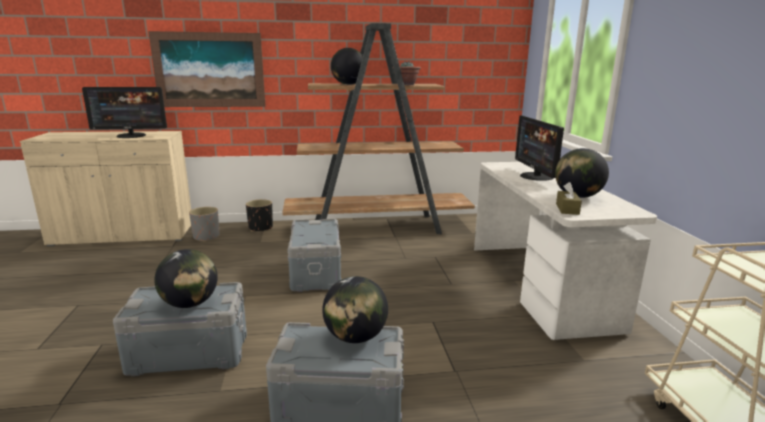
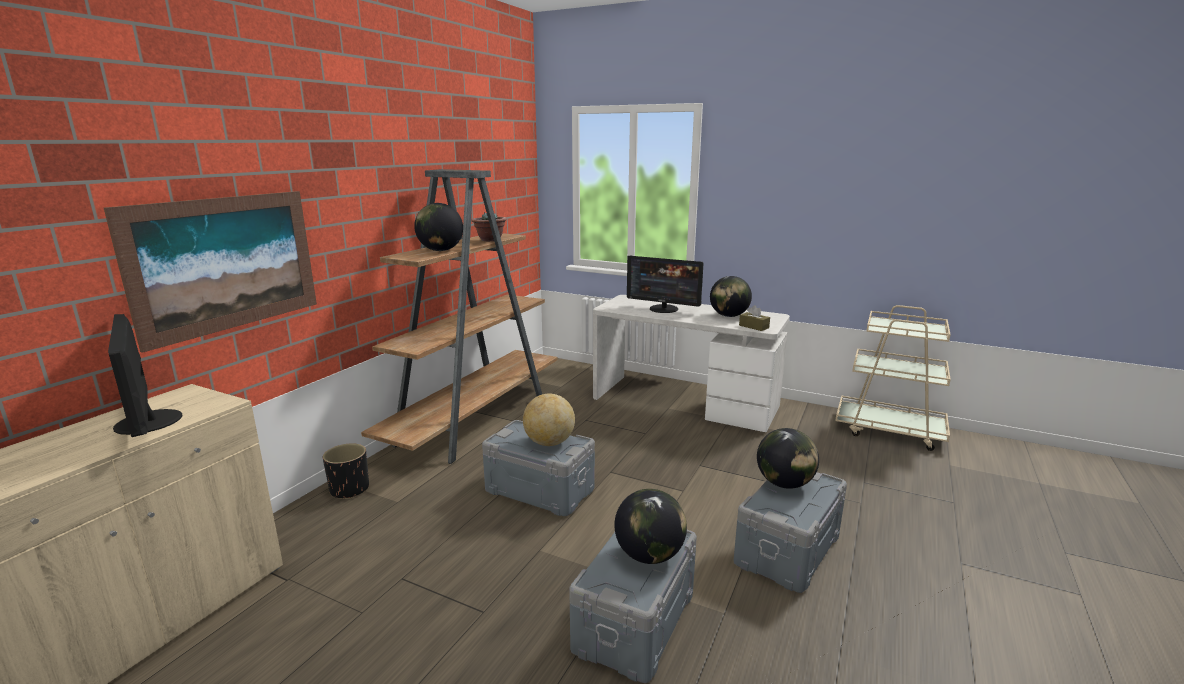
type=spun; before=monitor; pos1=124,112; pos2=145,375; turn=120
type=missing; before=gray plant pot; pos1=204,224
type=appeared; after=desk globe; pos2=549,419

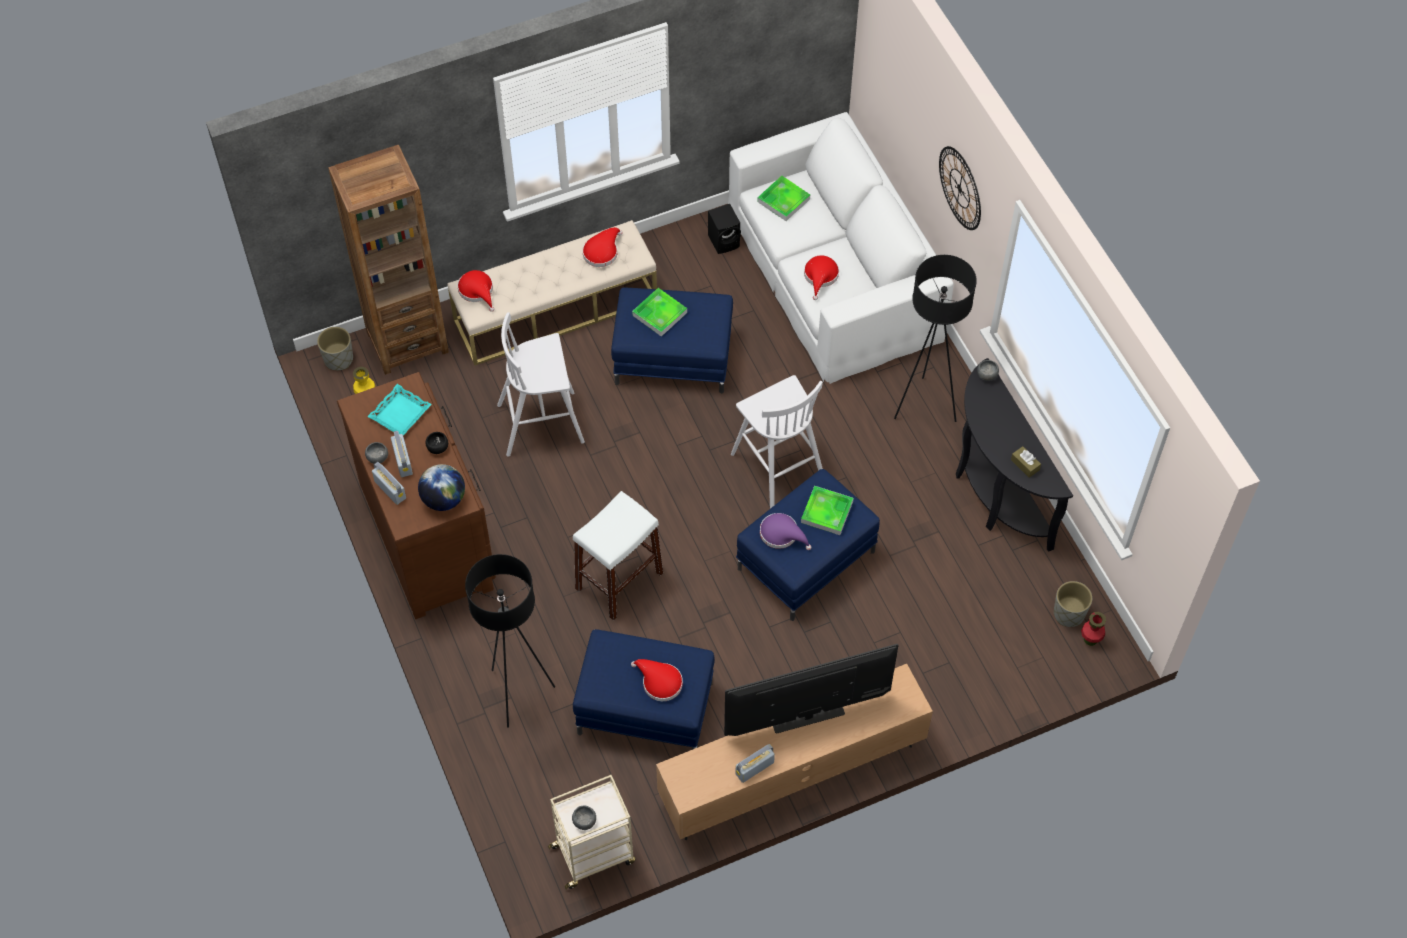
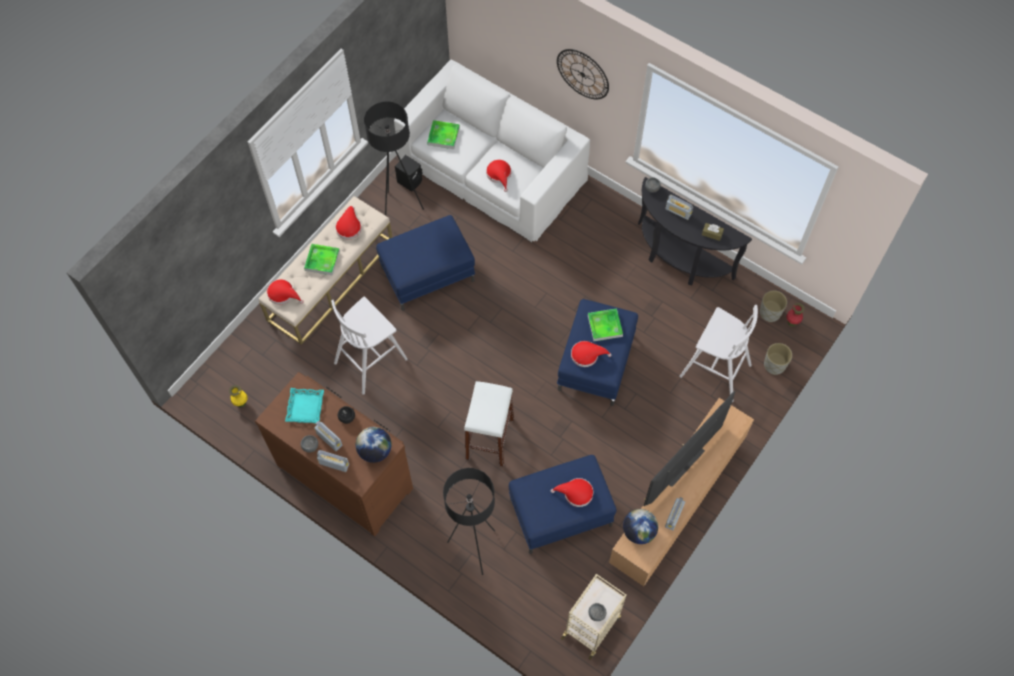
type=relocated; before=gray plant pot; pos1=335,348; pos2=778,359
type=missing; before=brown shelving unit; pos1=388,260
type=relocated; before=carrying tray; pos1=659,312; pos2=322,259
type=relocated; before=white-coloured sitting stool; pos1=777,442; pos2=718,353
type=colour; before=purple hat; after=red-coloured hat; pos1=785,531; pos2=591,354
type=relocated; before=black standard lamp; pos1=935,338; pos2=394,159
type=appeared; after=desk globe; pos2=640,526
type=appeared; after=radio receiver; pos2=679,207

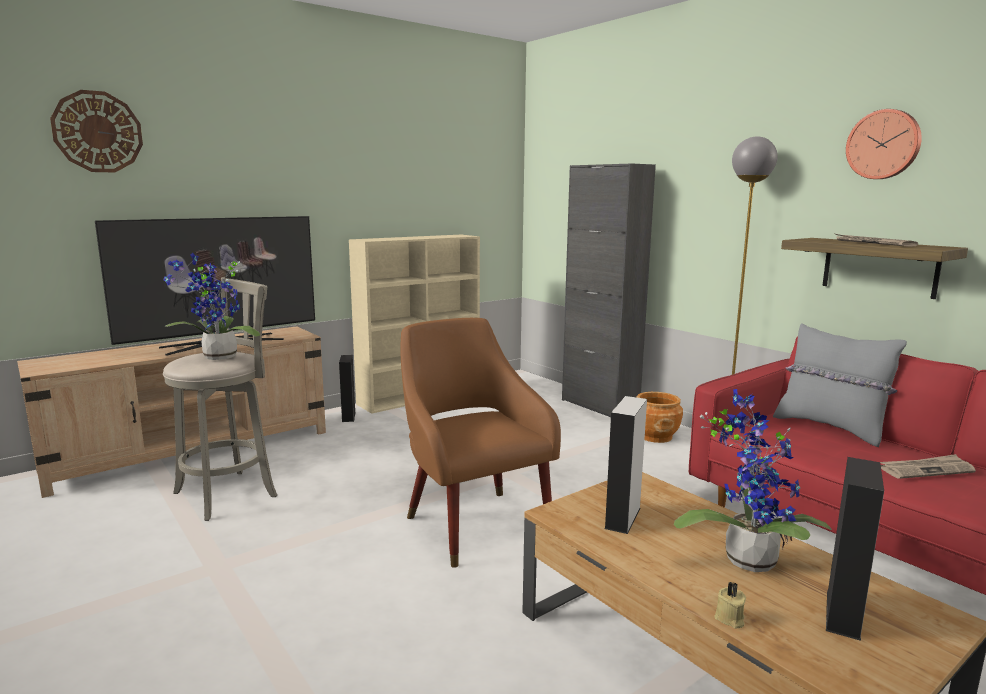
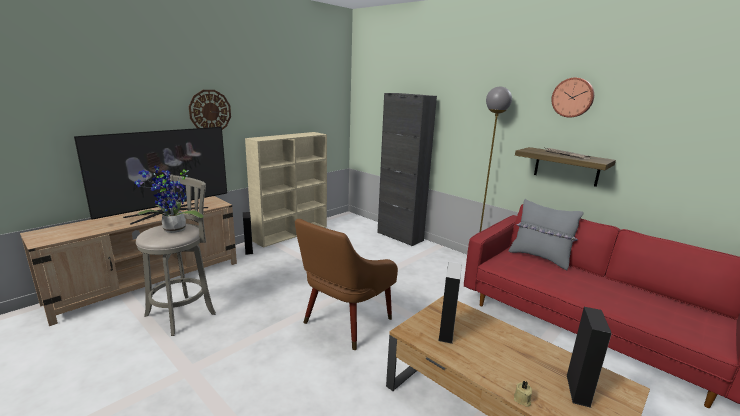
type=relocated; before=hanging clock; pos1=96,131; pos2=210,110
type=spun; before=brown lounge chair; pos1=480,443; pos2=346,284; turn=-105
type=missing; before=brown plant pot; pos1=660,417
type=missing; before=houseplant; pos1=753,480
type=missing; before=newspaper; pos1=928,466

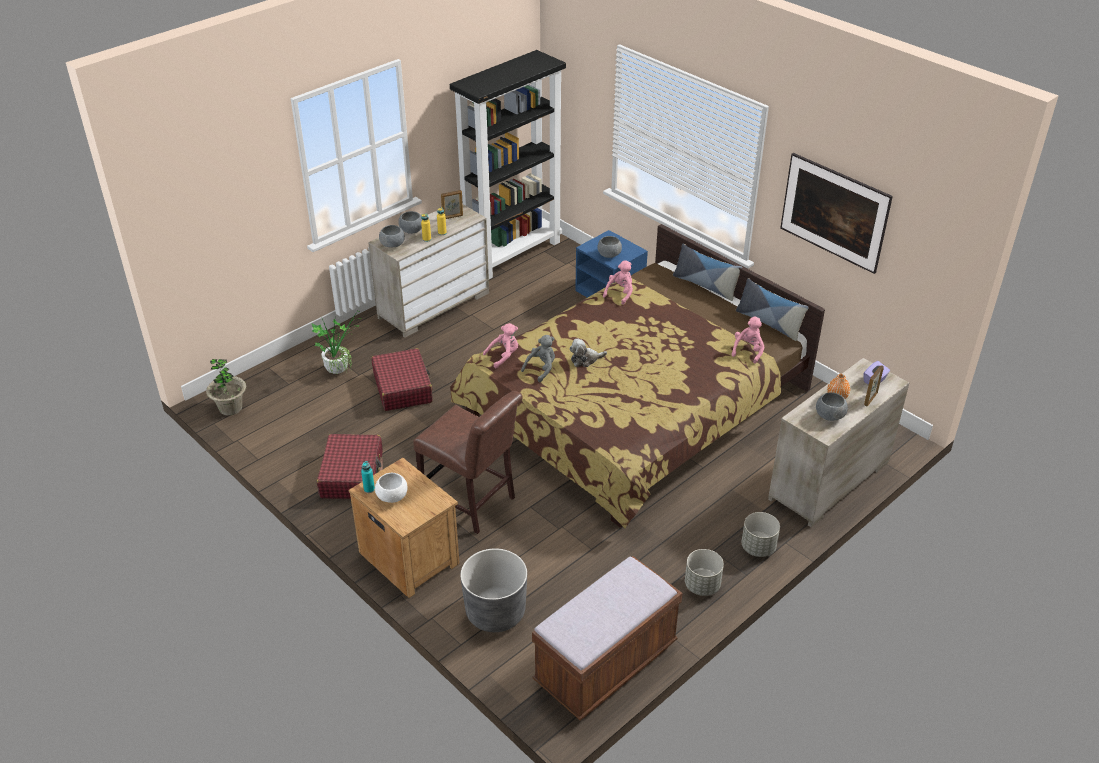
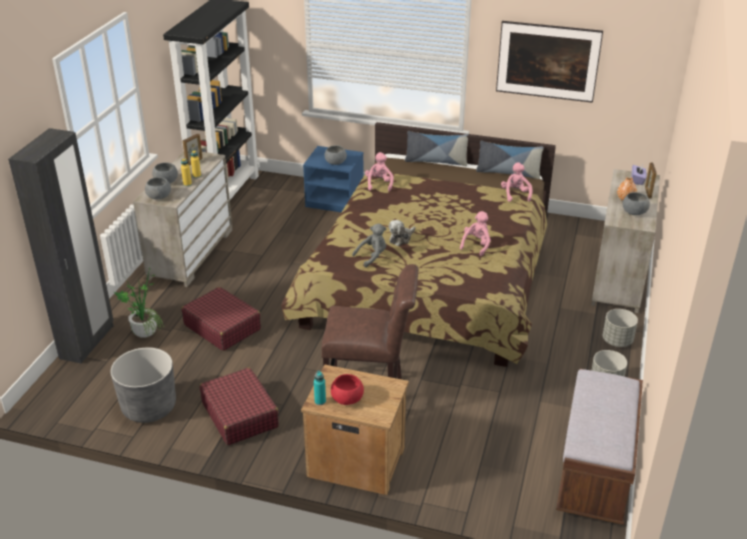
type=missing; before=houseplant; pos1=226,387
type=colour; before=white-coloured deep dish; after=red-coloured deep dish; pos1=391,488; pos2=347,389
type=relocated; before=gray plant pot; pos1=493,590; pos2=143,385
type=relocated; before=pink cuddly toy; pos1=500,345; pos2=475,233
type=spun; before=gray cuddly toy; pos1=538,358; pos2=369,245; turn=45
type=appeared; after=black wardrobe; pos2=61,246

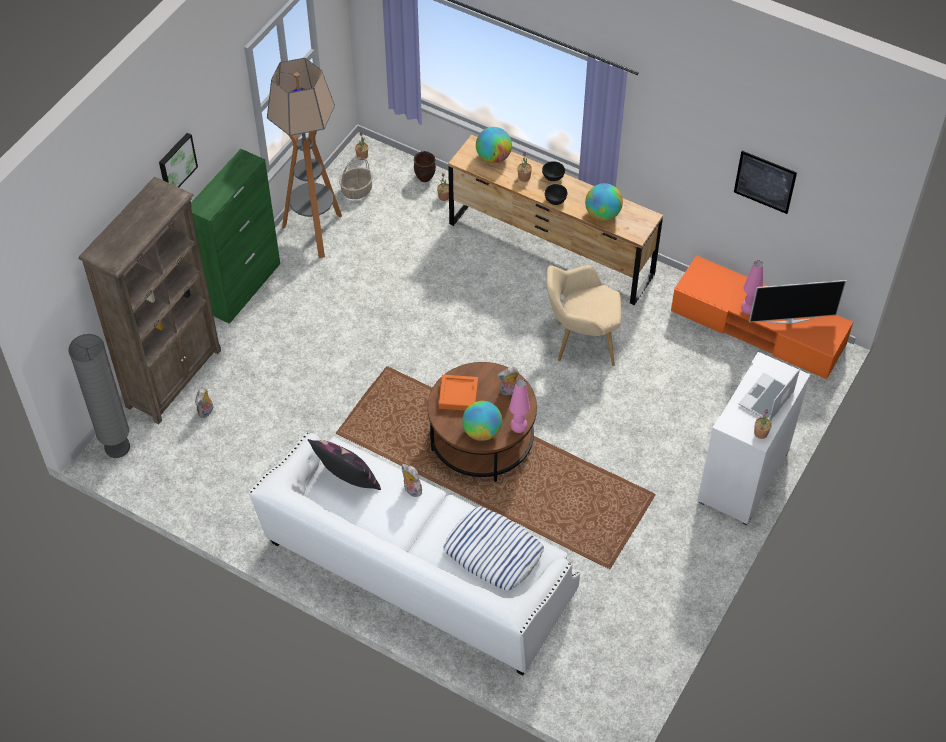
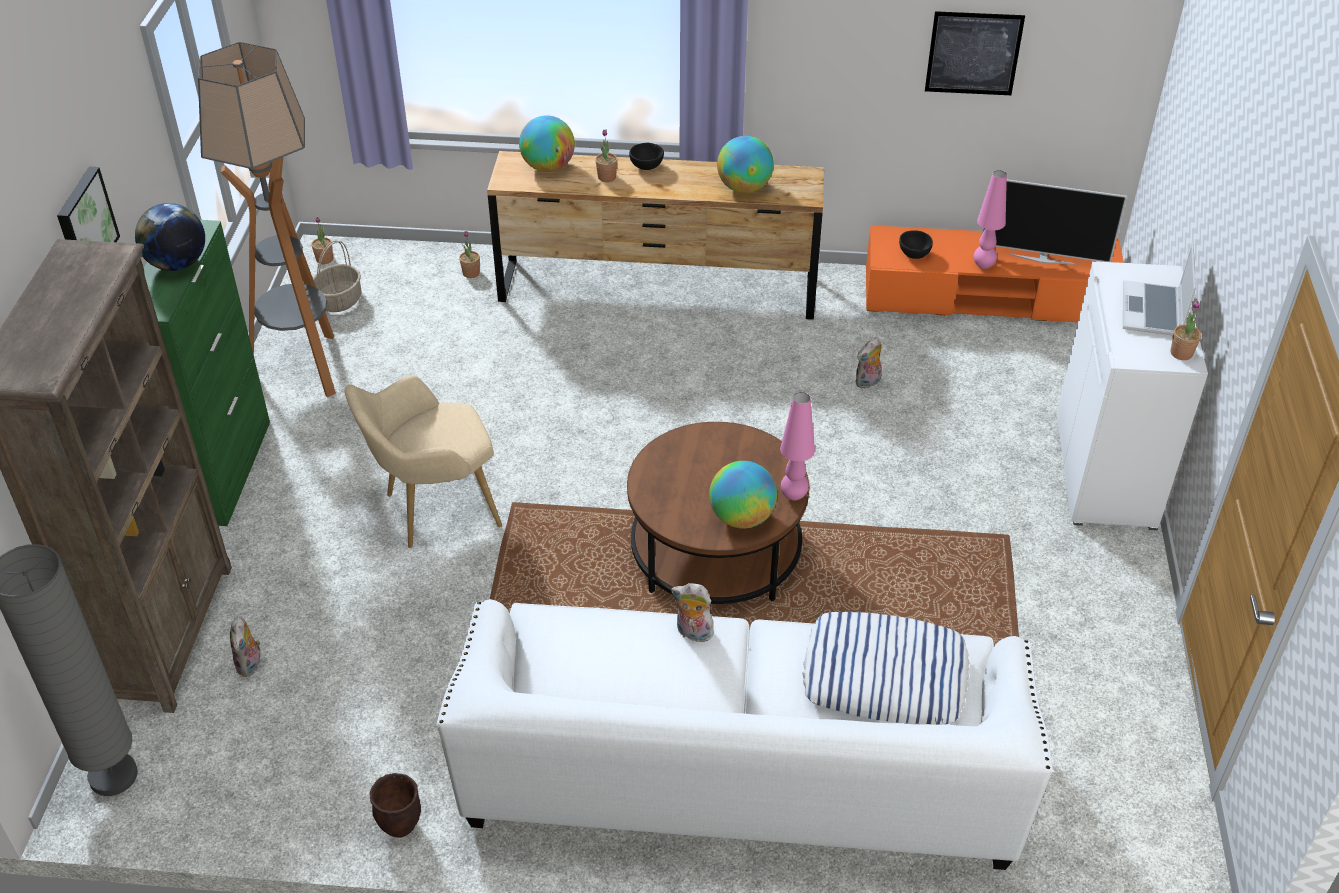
type=missing; before=throw pillow; pos1=344,464
type=relocated; before=brown plant pot; pos1=425,166; pos2=395,805
type=missing; before=orange carrying tray; pos1=458,393
type=relocated; before=cuddly toy; pos1=508,381; pos2=868,362
type=relocated; before=black deep dish; pos1=556,194; pos2=916,244
type=relocated; before=sand-coloured lounge chair; pos1=583,315; pos2=423,461
type=spun; before=television; pos1=798,302; pos2=1054,222; turn=45
type=appeared; after=desk globe; pos2=170,237

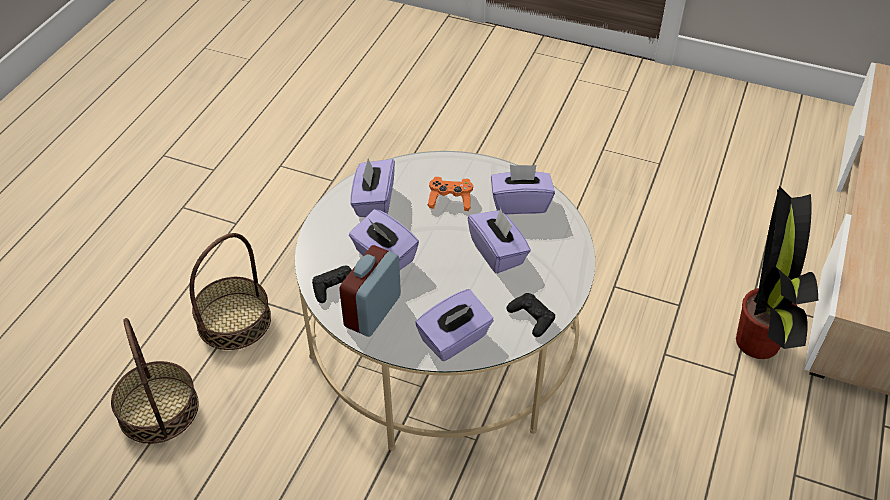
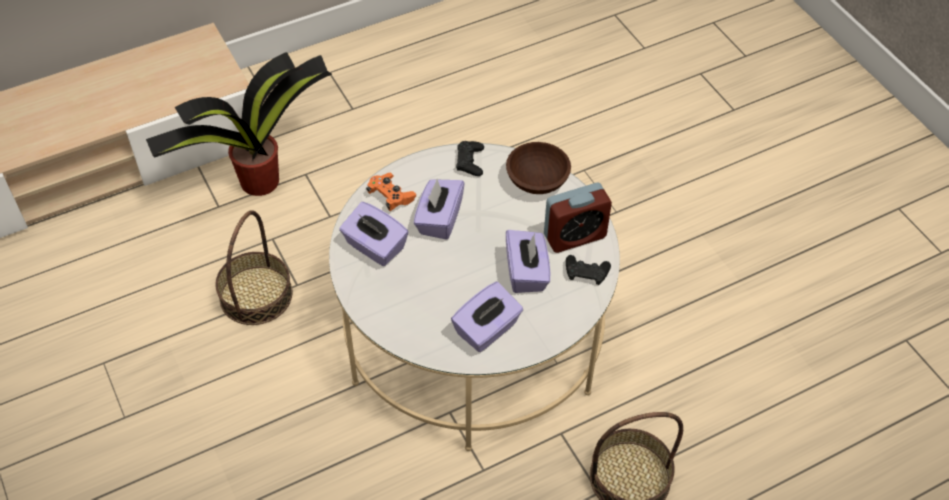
type=relocated; before=household basket; pos1=155,381; pos2=254,267
type=exchanged; before=purple tissue box; after=brown deep dish; pos1=454,325; pos2=538,168
type=relocated; before=orange gamepad; pos1=450,194; pos2=391,192

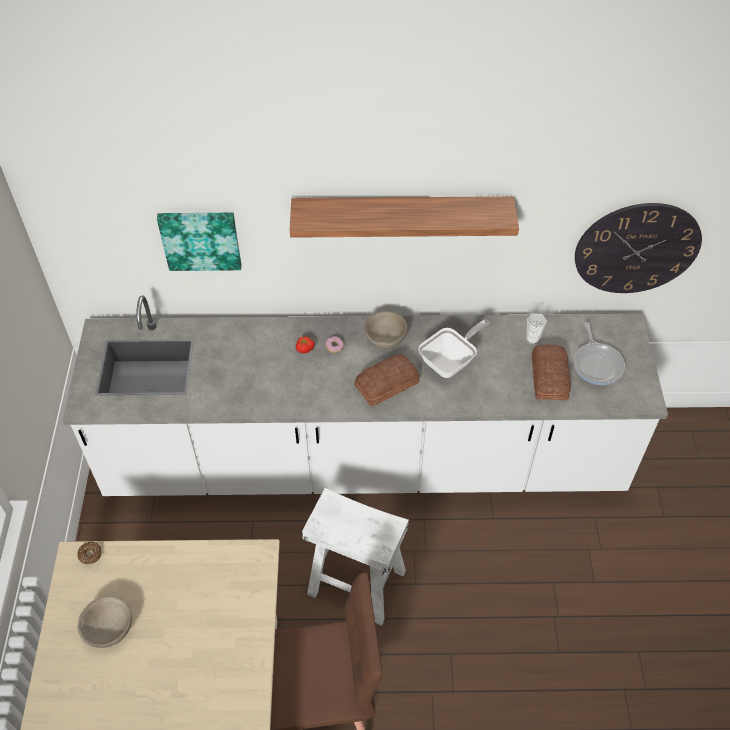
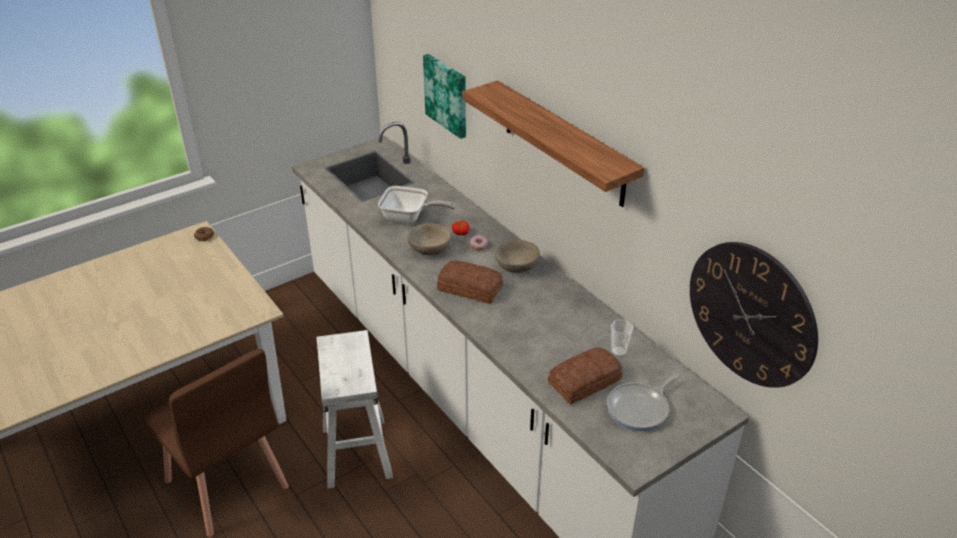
type=relocated; before=sand-coloured deep dish; pos1=105,622; pos2=429,239
type=relocated; before=frying pan; pos1=453,349; pos2=416,205

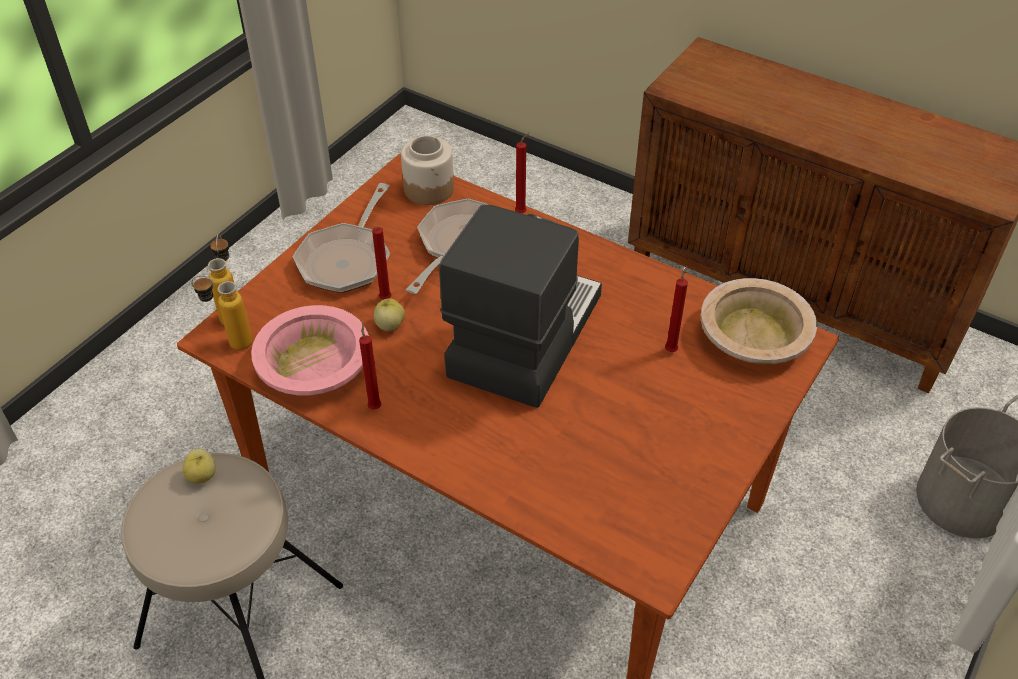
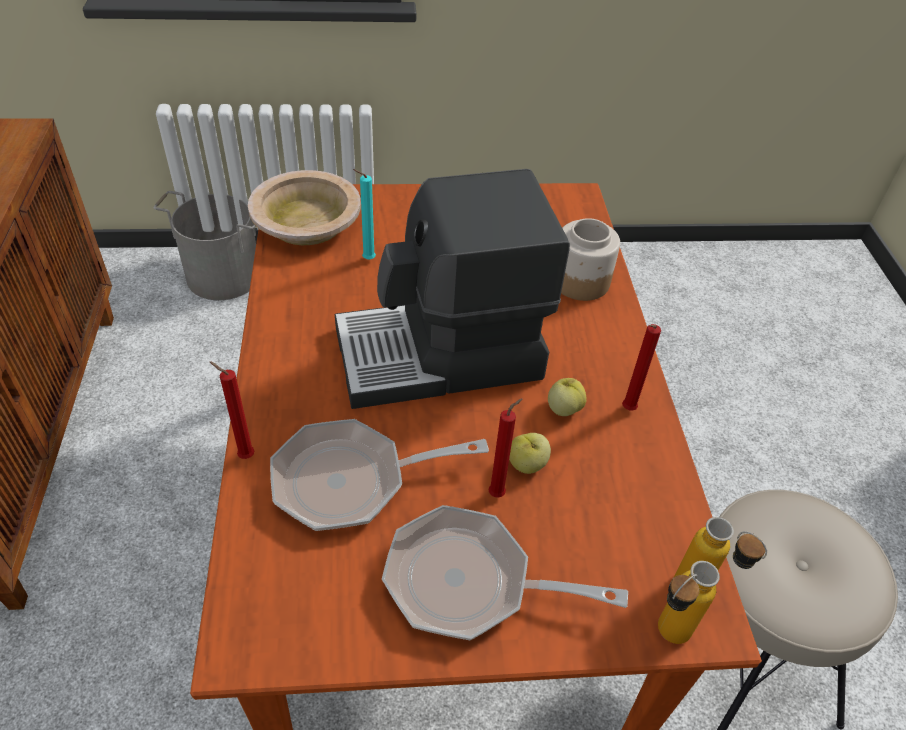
type=relocated; before=apple; pos1=198,466; pos2=567,397
type=missing; before=pink deep dish; pos1=310,350
type=spun; before=frying pan; pos1=341,238; pos2=505,572; turn=-150
type=relocated; before=jar; pos1=427,170; pos2=590,259
type=colour; before=red-coloured wax candle; after=blue-green wax candle; pos1=676,309; pos2=364,214

